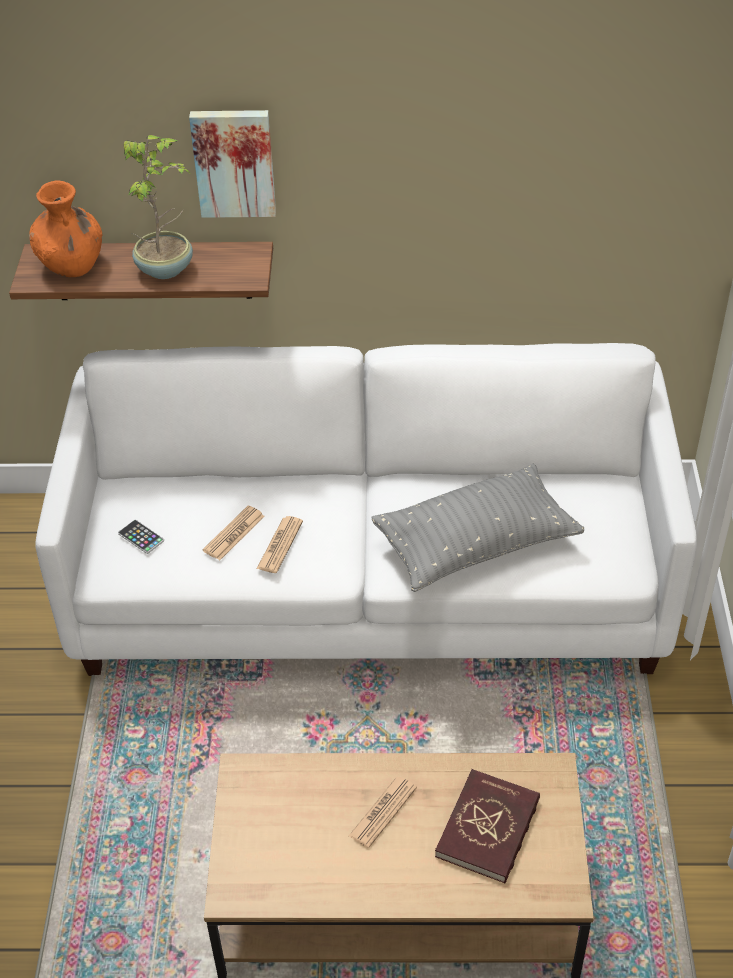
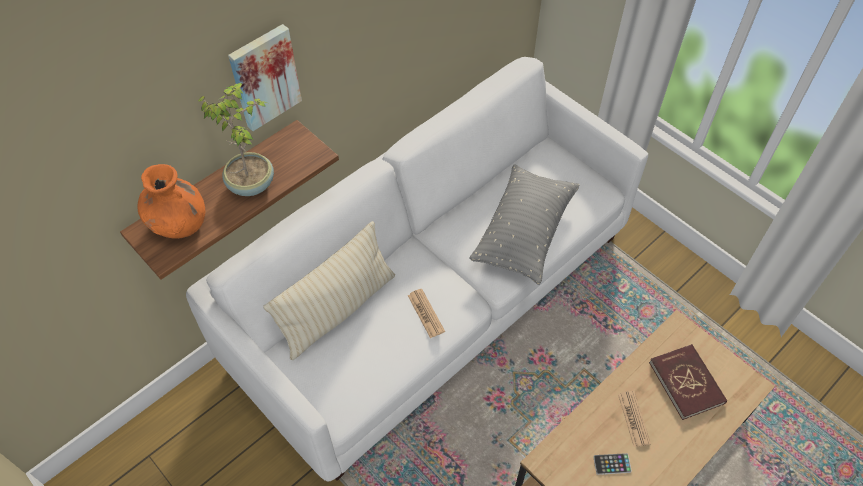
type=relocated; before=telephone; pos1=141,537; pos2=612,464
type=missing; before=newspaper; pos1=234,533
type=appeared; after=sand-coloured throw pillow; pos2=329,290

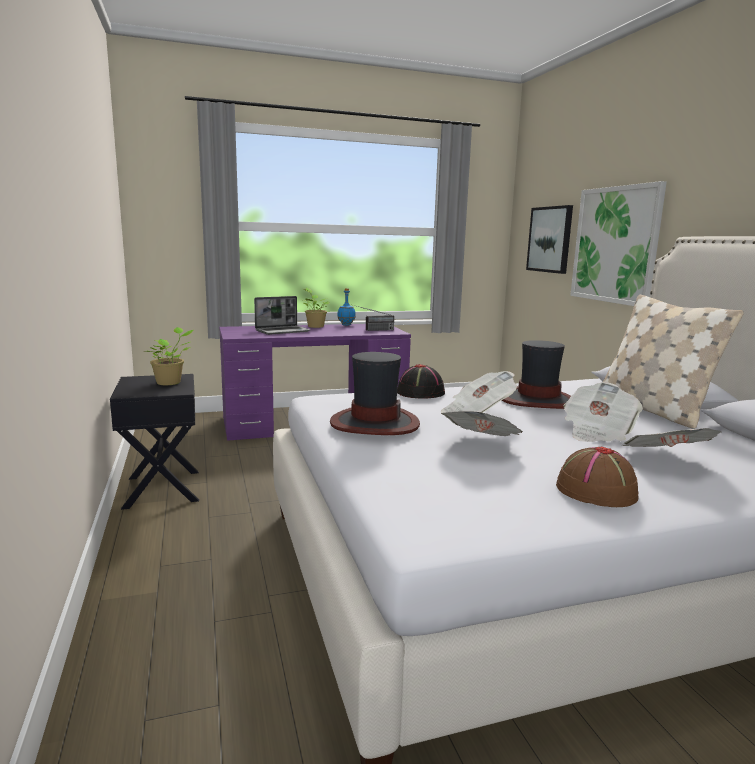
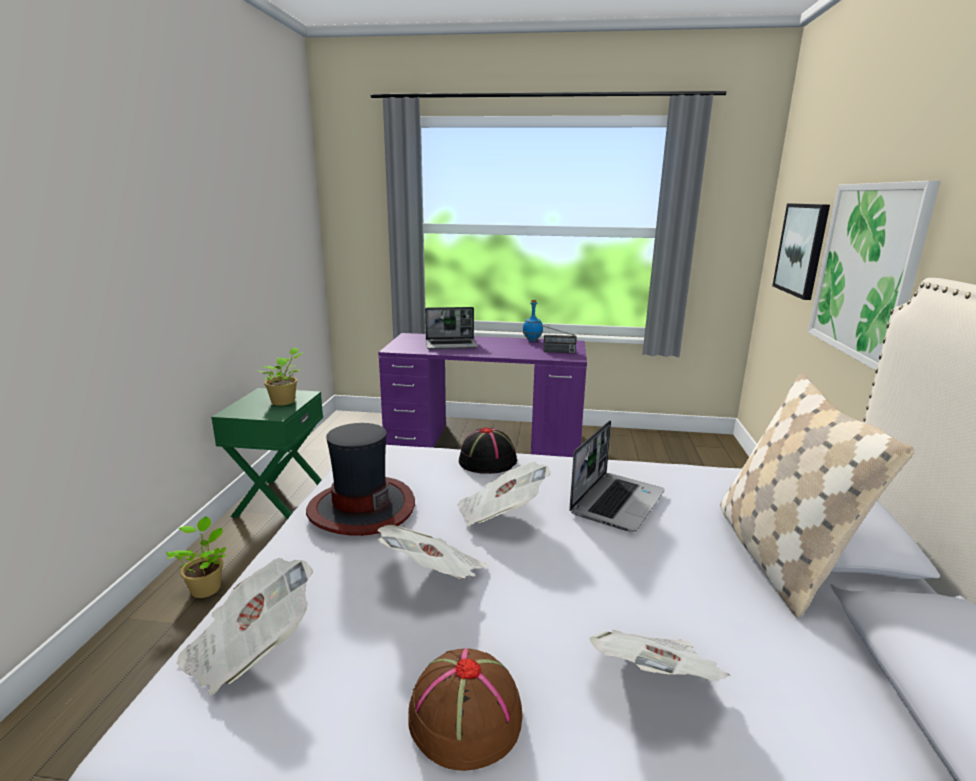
type=colour; before=black bedside table; after=greenish bedside table; pos1=154,442; pos2=267,453
type=relocated; before=houseplant; pos1=316,308; pos2=196,557
type=exchanged; before=hat; after=laptop; pos1=536,374; pos2=617,476
type=relocated; before=newspaper; pos1=603,412; pos2=244,626

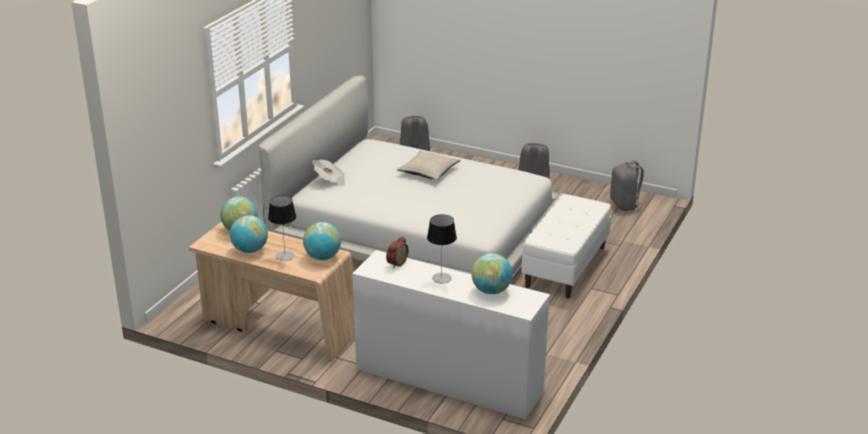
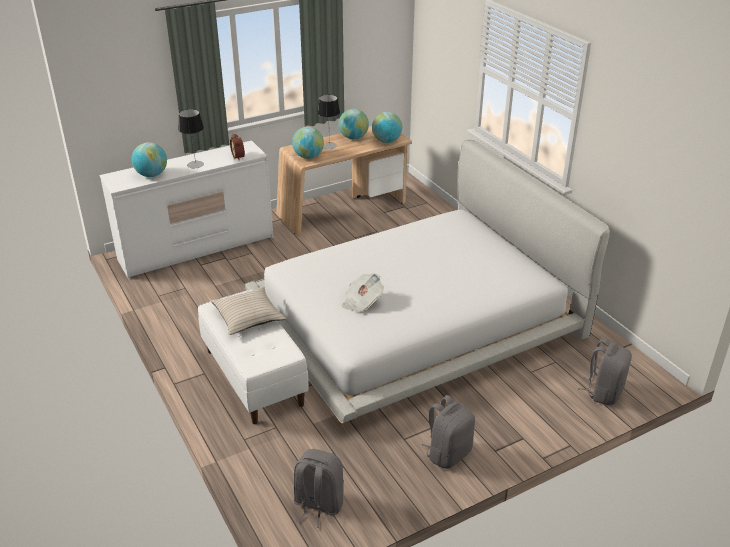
type=relocated; before=newspaper; pos1=328,172; pos2=363,293
type=relocated; before=sand-coloured throw pillow; pos1=429,165; pos2=248,311

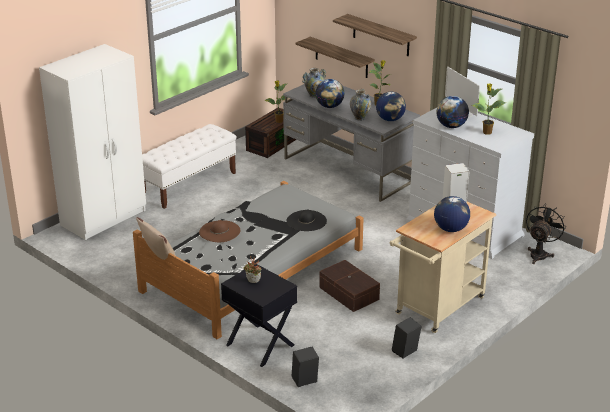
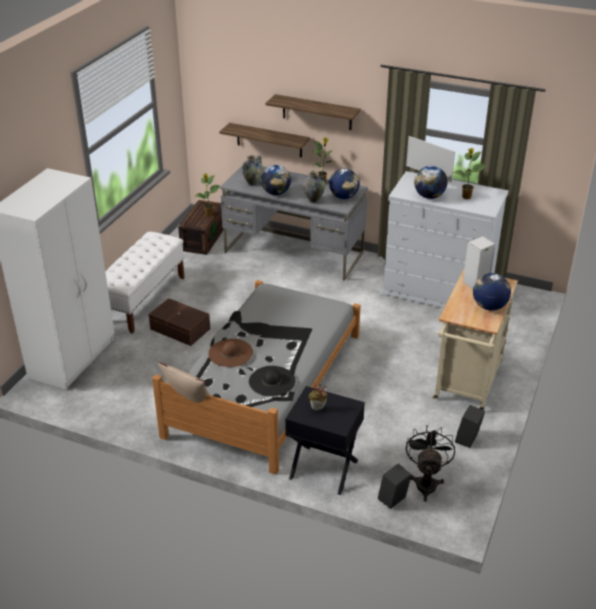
type=relocated; before=black hat; pos1=306,220; pos2=272,381
type=relocated; before=brown storage bin; pos1=349,286; pos2=179,322
type=relocated; before=black fan; pos1=546,233; pos2=430,463

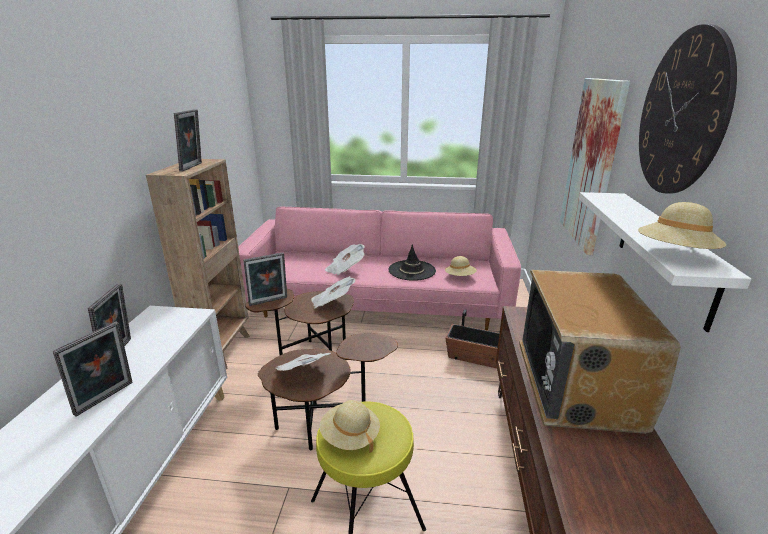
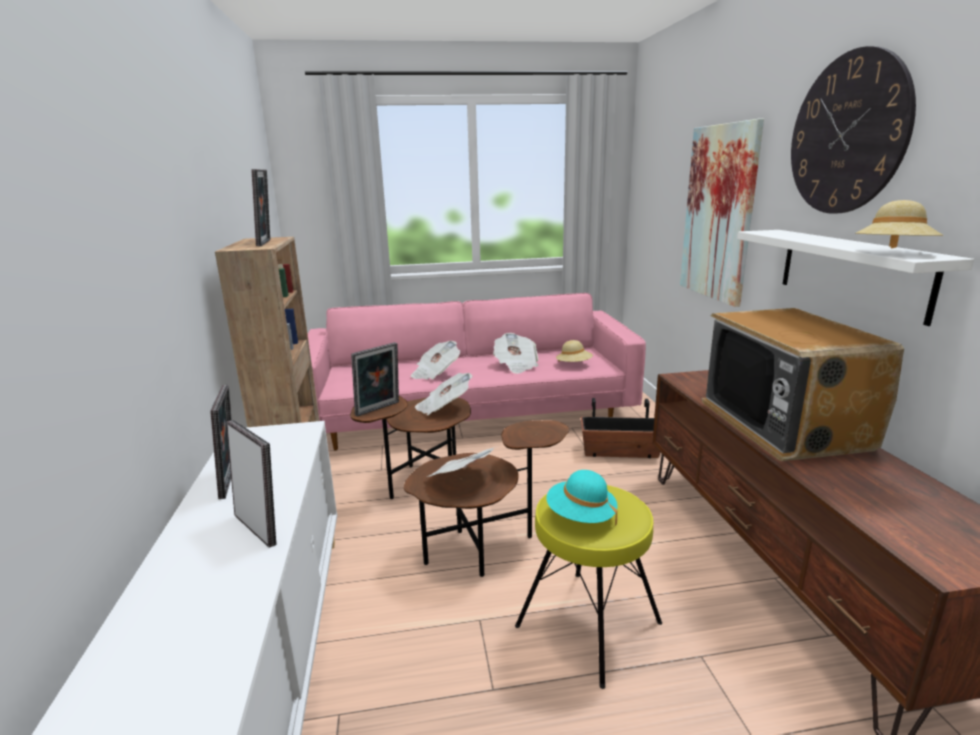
type=spun; before=photo frame; pos1=93,369; pos2=251,484; turn=-60
type=colour; before=sand-coloured hat; after=blue-green hat; pos1=350,426; pos2=582,498
type=exchanged; before=black hat; after=newspaper; pos1=412,262; pos2=515,353

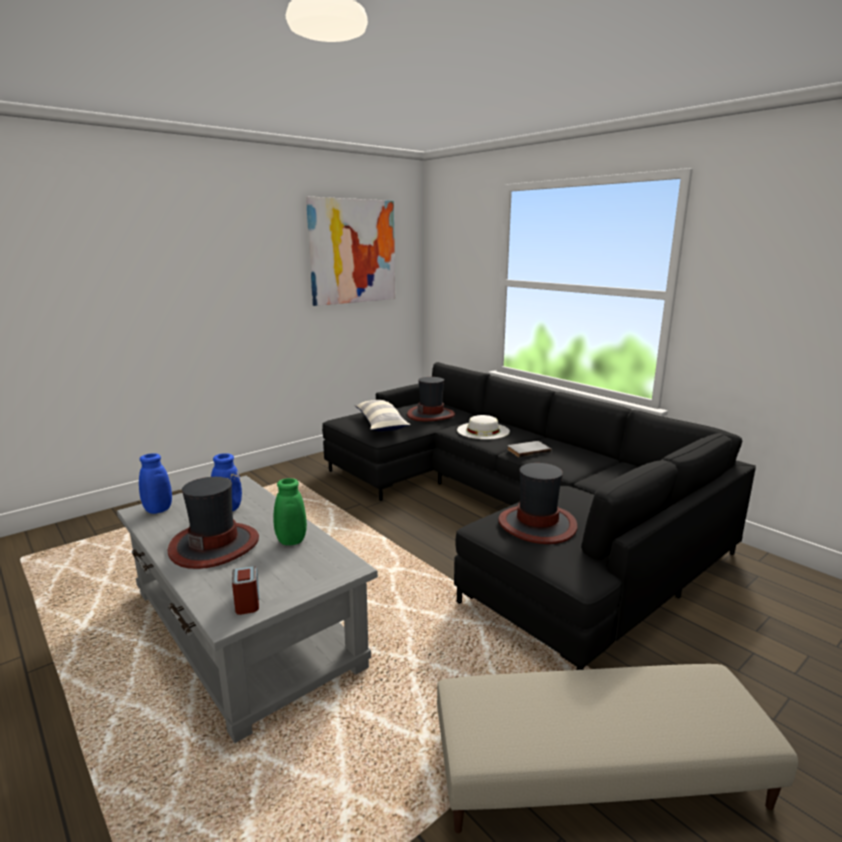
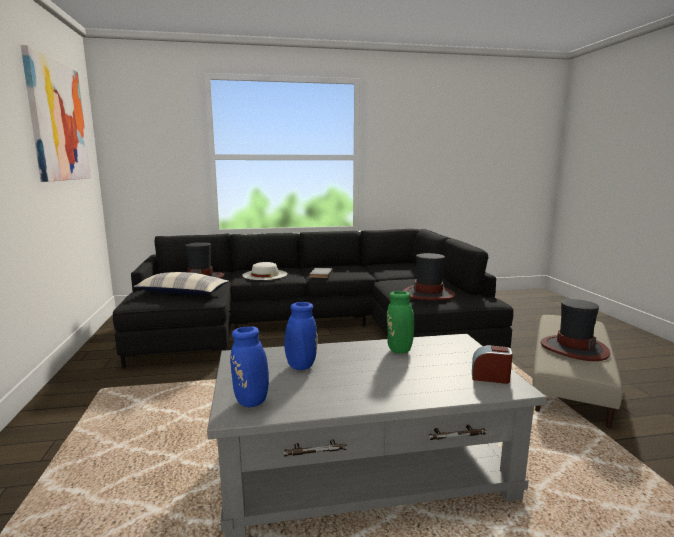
type=relocated; before=hat; pos1=213,523; pos2=575,330

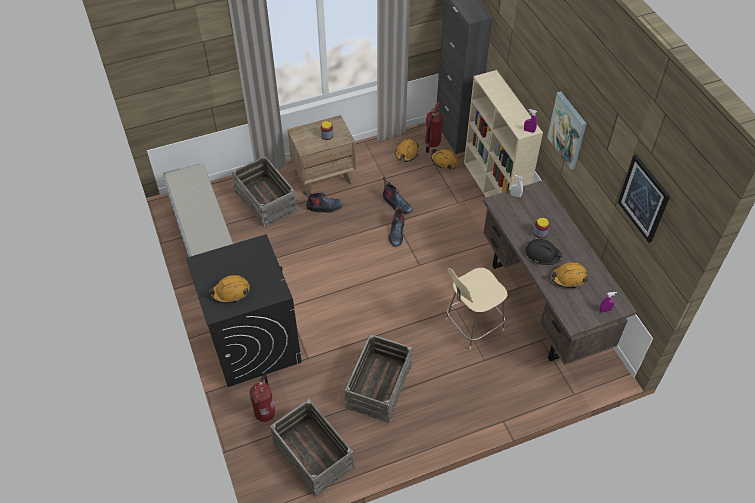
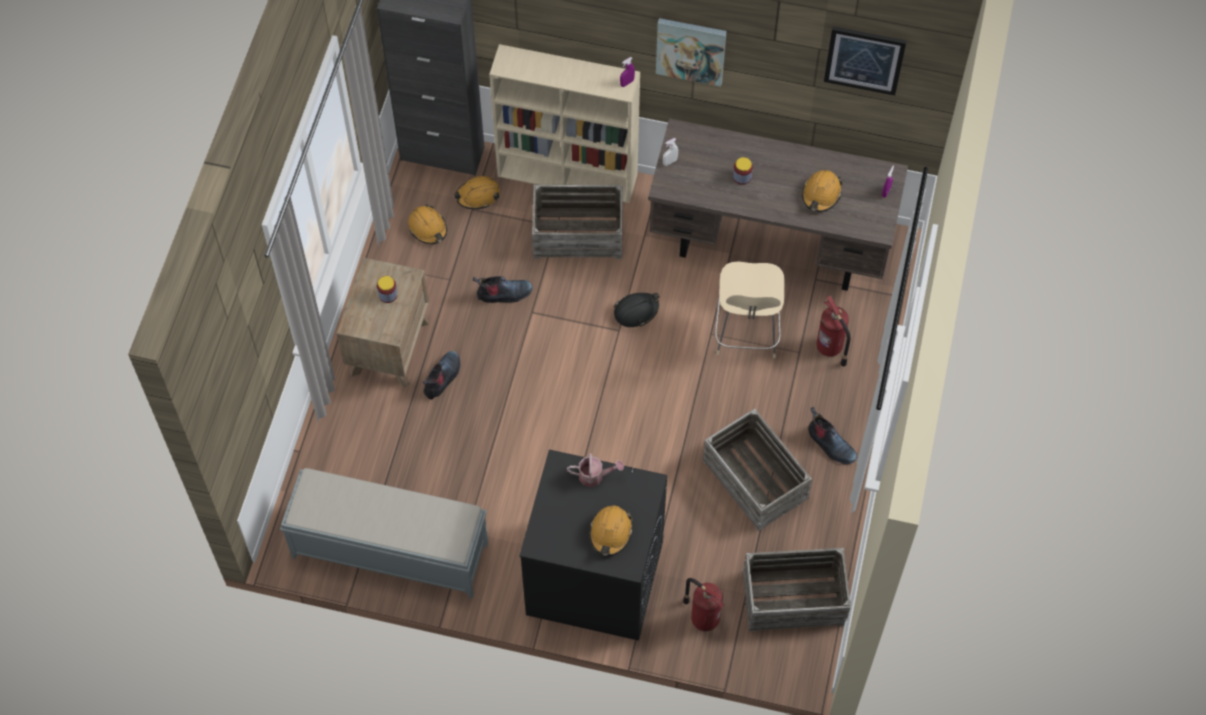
type=relocated; before=crate; pos1=265,192; pos2=577,222
type=relocated; before=tall boot; pos1=397,223; pos2=832,435
type=relocated; before=fire-fighting cylinder; pos1=434,127; pos2=833,331
type=relocated; before=black work helmet; pos1=544,251; pos2=636,310
type=appeared; after=sprinkling can; pos2=595,470

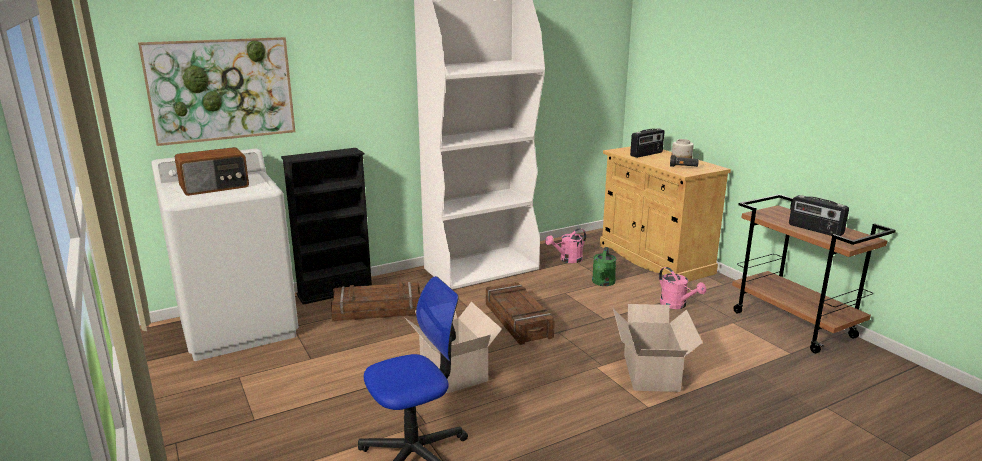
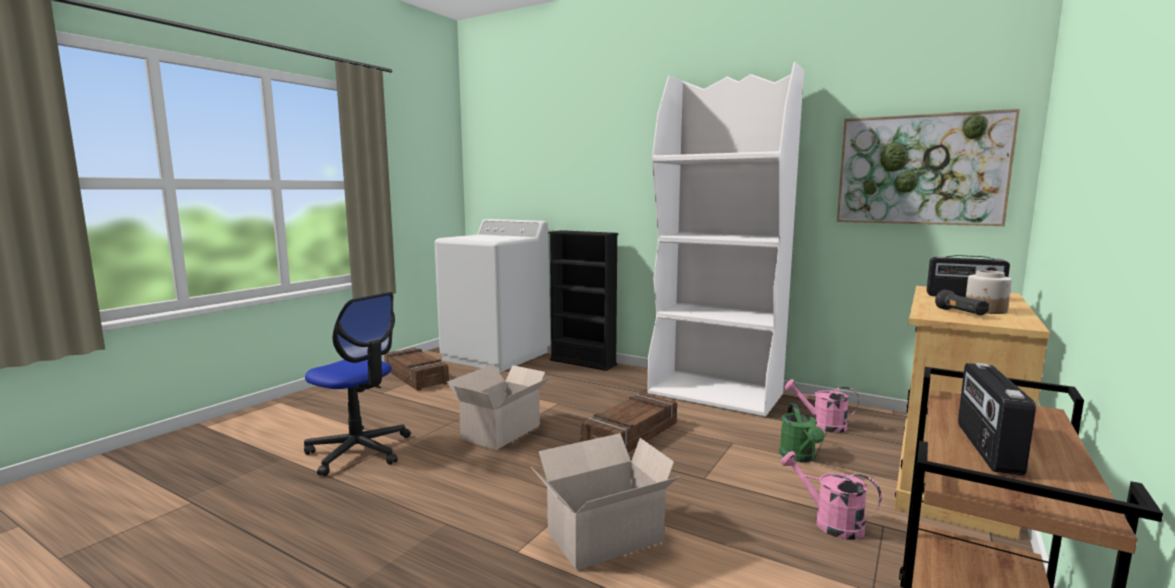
type=relocated; before=picture; pos1=216,91; pos2=928,167
type=missing; before=radio receiver; pos1=212,171
type=relocated; before=crate; pos1=375,301; pos2=416,369
type=spun; before=greenish sprinkling can; pos1=604,266; pos2=801,433; turn=-75
type=spun; before=pink sprinkling can; pos1=682,288; pos2=831,495; turn=105

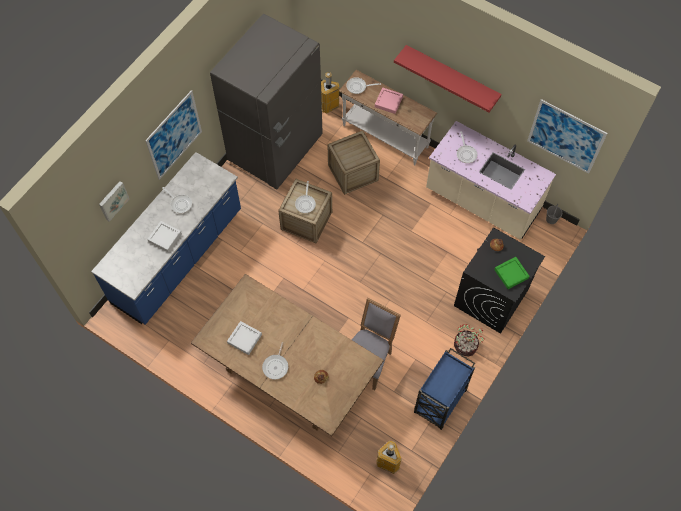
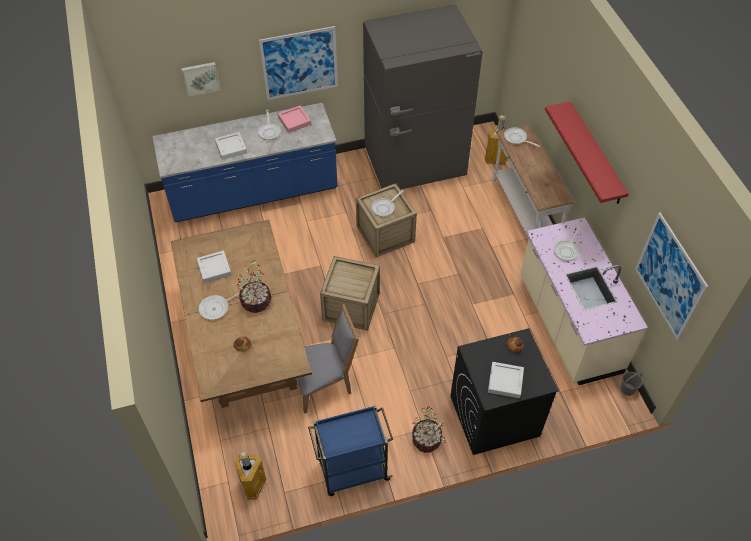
type=relocated; before=crate; pos1=353,162; pos2=350,293
type=relocated; before=pink carrying tray; pos1=389,101; pos2=294,119
type=colour; before=greenish carrying tray; after=gray carrying tray; pos1=512,273; pos2=506,380
type=appeared; after=houseplant; pos2=254,286

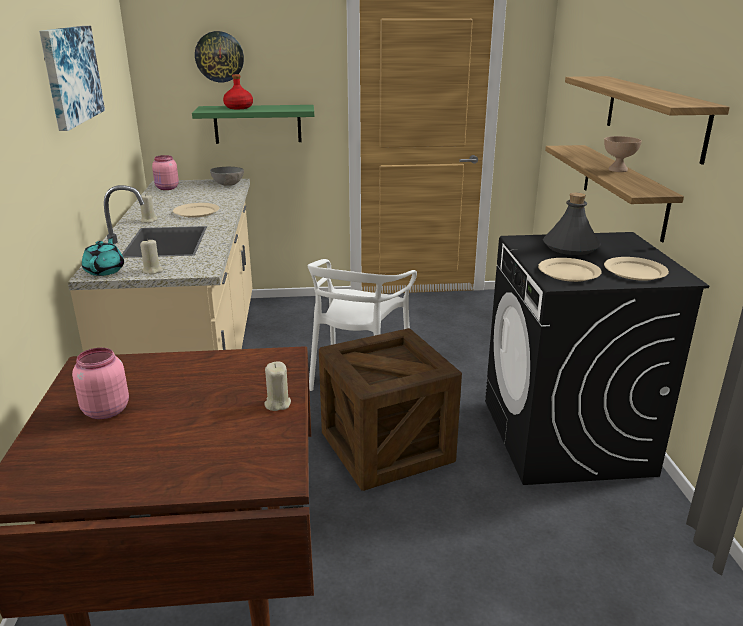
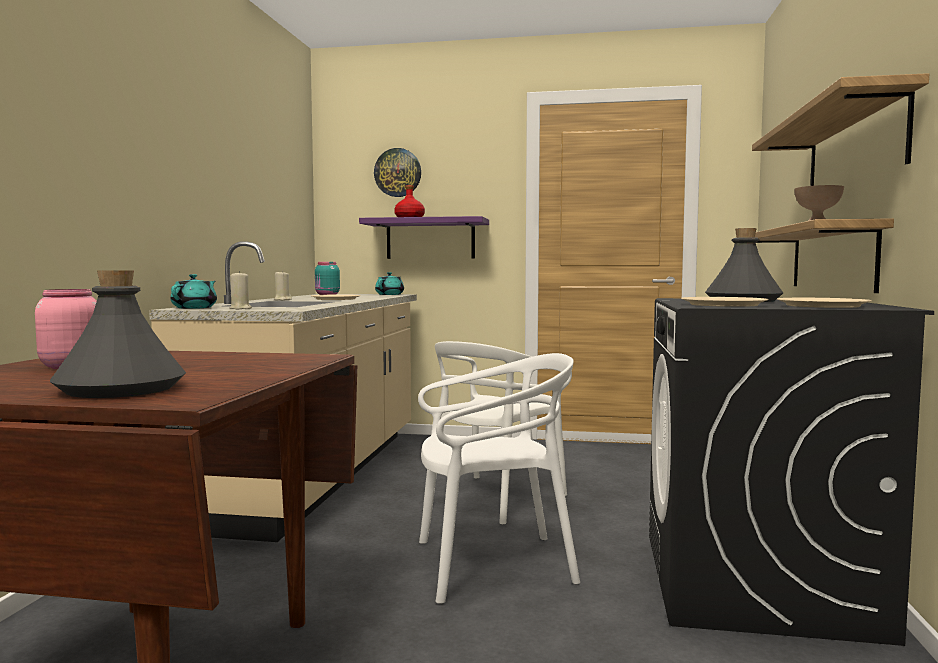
type=missing; before=picture; pos1=72,78
type=colour; before=pink jar; after=blue-green jar; pos1=165,172; pos2=327,278
type=colour; before=greenish bracket shelf; after=purple bracket shelf; pos1=253,124; pos2=424,237
type=exchanged; before=gray deep dish; after=blue-green teapot; pos1=227,176; pos2=389,283
type=missing; before=sand-coloured wax candle; pos1=277,386
type=exchanged; before=crate; after=white-coloured chair; pos1=390,409; pos2=499,478
type=appeared; after=gray beverage bottle; pos2=118,334

